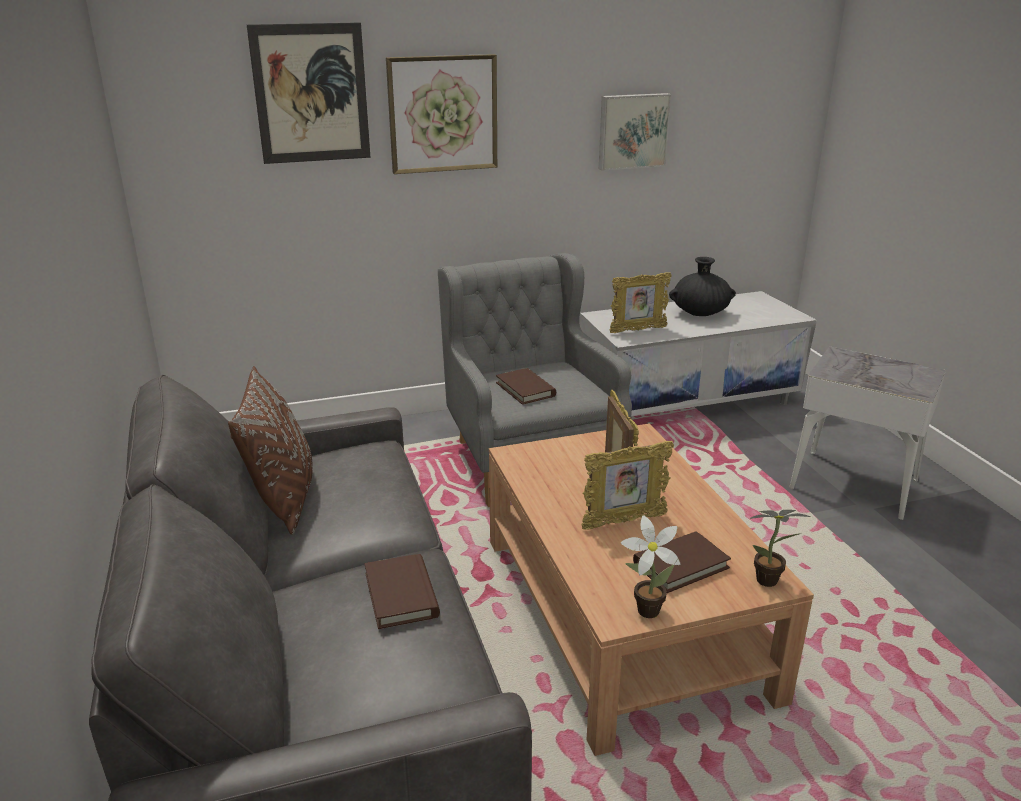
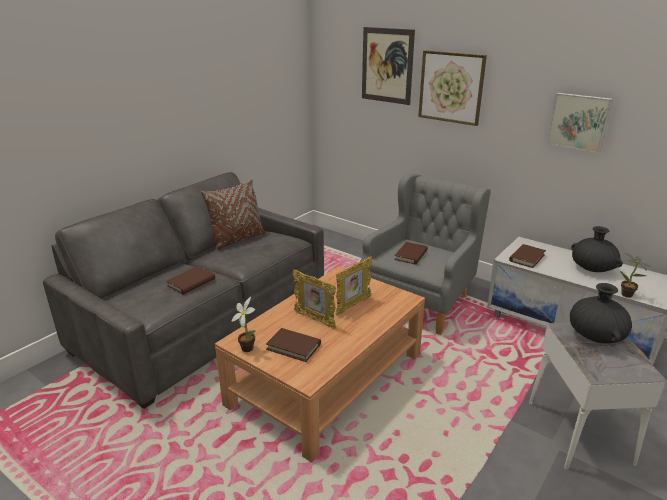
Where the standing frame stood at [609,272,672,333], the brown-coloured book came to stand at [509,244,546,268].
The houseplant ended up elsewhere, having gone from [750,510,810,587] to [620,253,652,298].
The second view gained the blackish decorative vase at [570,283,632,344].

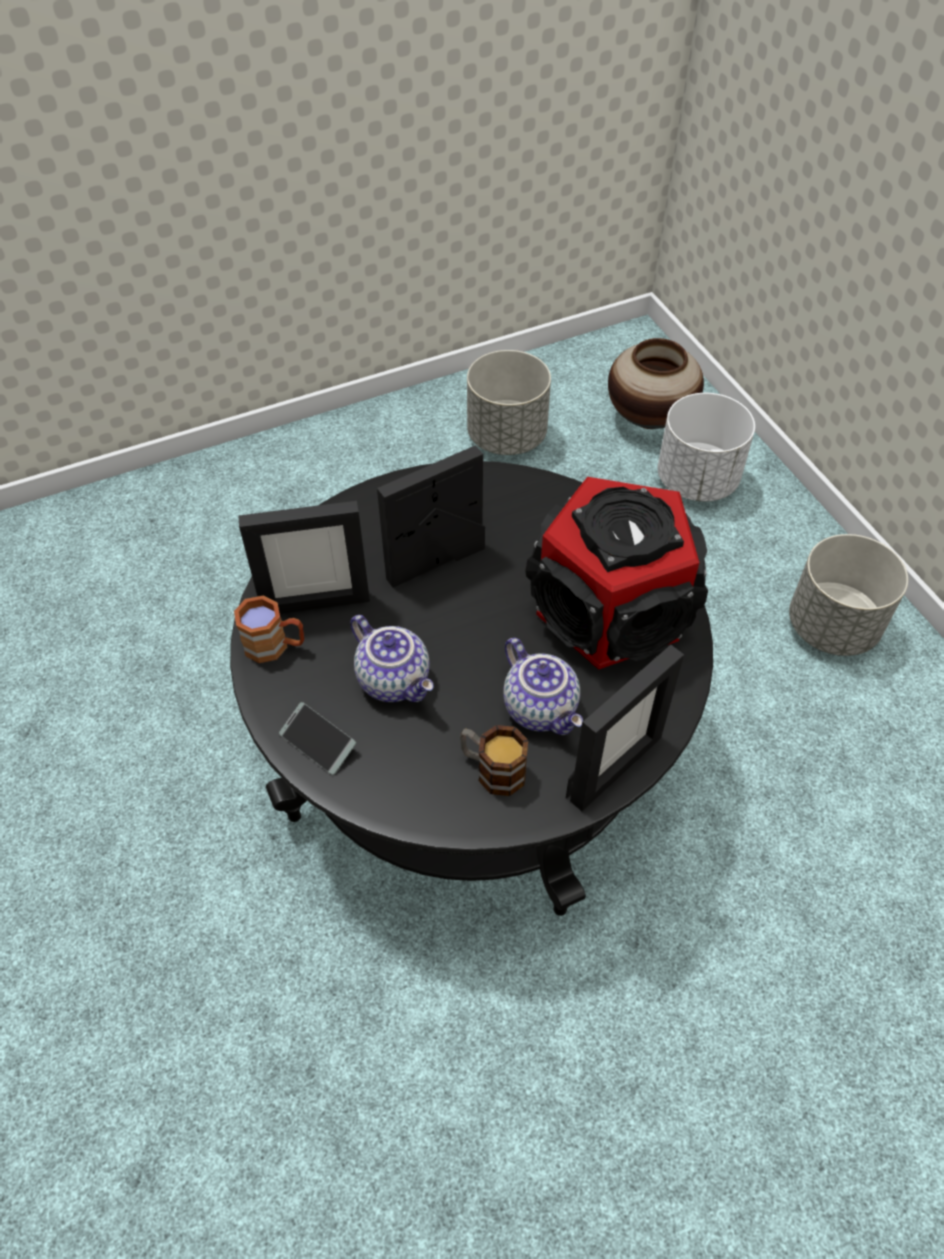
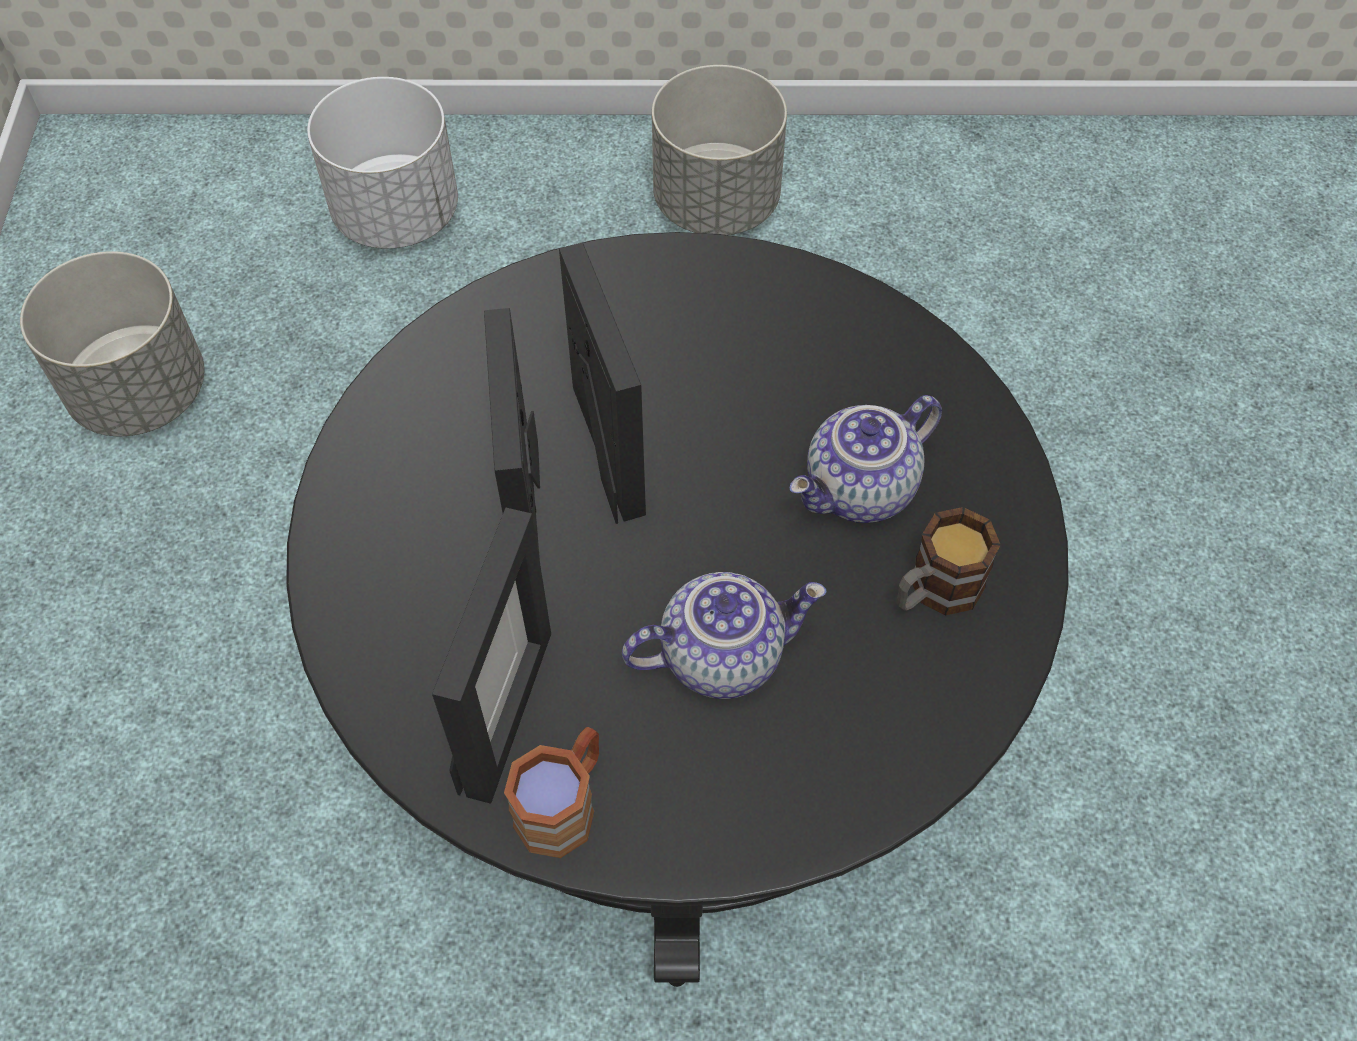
The second view lost the decorative vase at [608,338,704,429].
The second view lost the loudspeaker at [525,477,708,670].
The pot for tea at [503,638,583,735] ended up facing another way, 150 degrees clockwise from before.
The standing frame ended up elsewhere, having gone from [566,645,684,811] to [559,243,646,524].
The second view lost the handset at [279,702,356,775].

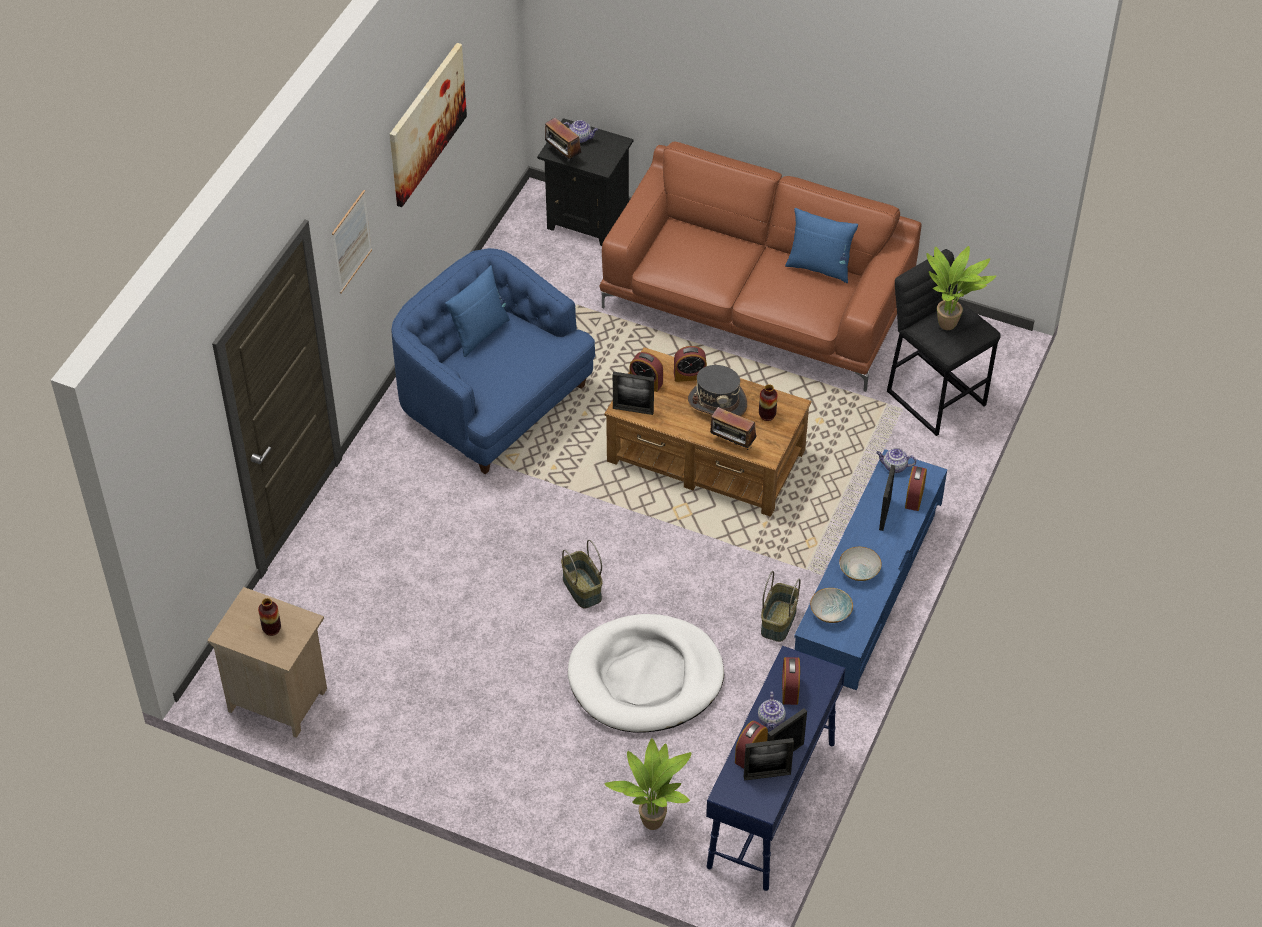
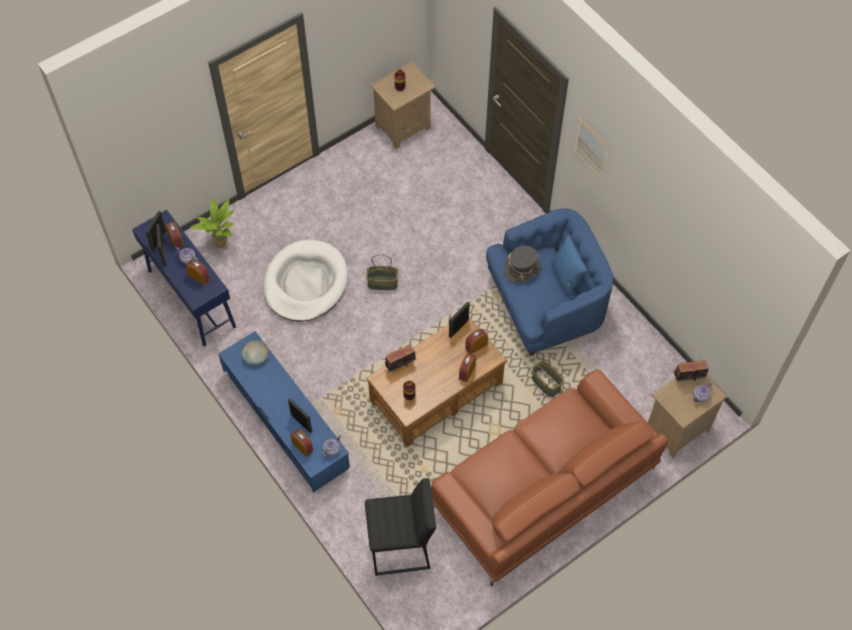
The second view lost the wall art at [390,43,467,207].
What was the blackish bedside table at [537,118,633,246] turned into the beige-coloured bedside table at [648,376,727,458].
The second view lost the bluish pillow at [785,208,858,283].
The second view lost the houseplant at [926,246,996,330].
The greyish clothing hat ended up elsewhere, having gone from [688,365,747,416] to [504,246,541,283].
The second view lost the deep dish at [839,547,882,581].
The basket ended up elsewhere, having gone from [761,571,801,642] to [532,356,563,397].

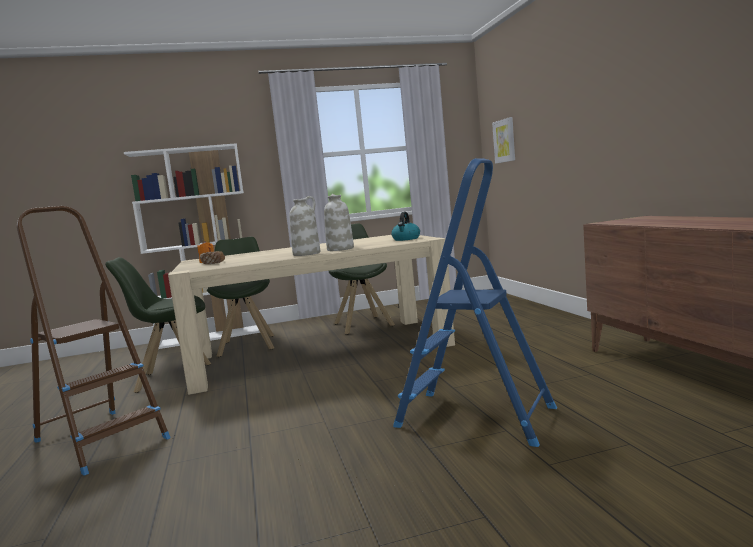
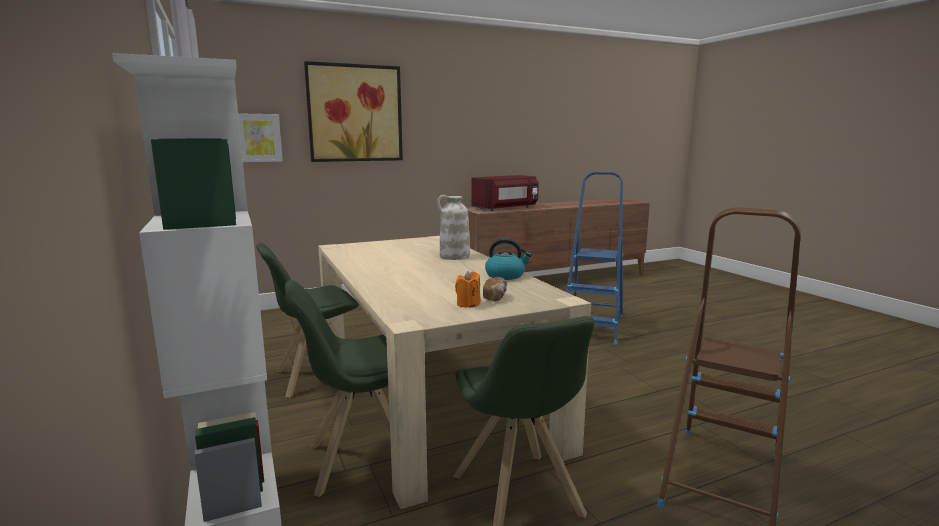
The second view lost the white-coloured decorative vase at [289,196,320,256].
The water kettle ended up elsewhere, having gone from [391,212,420,241] to [485,238,531,280].
The second view gained the wall art at [304,61,403,162].
The second view gained the red microwave at [471,175,539,211].

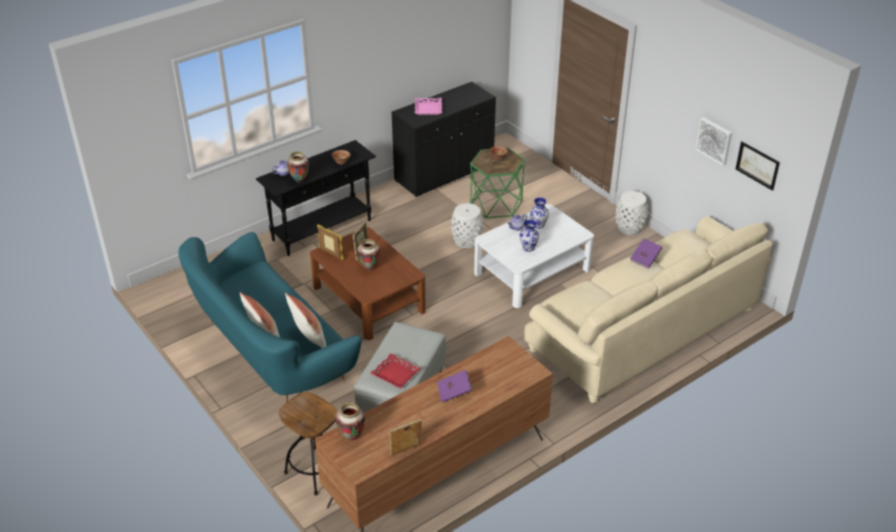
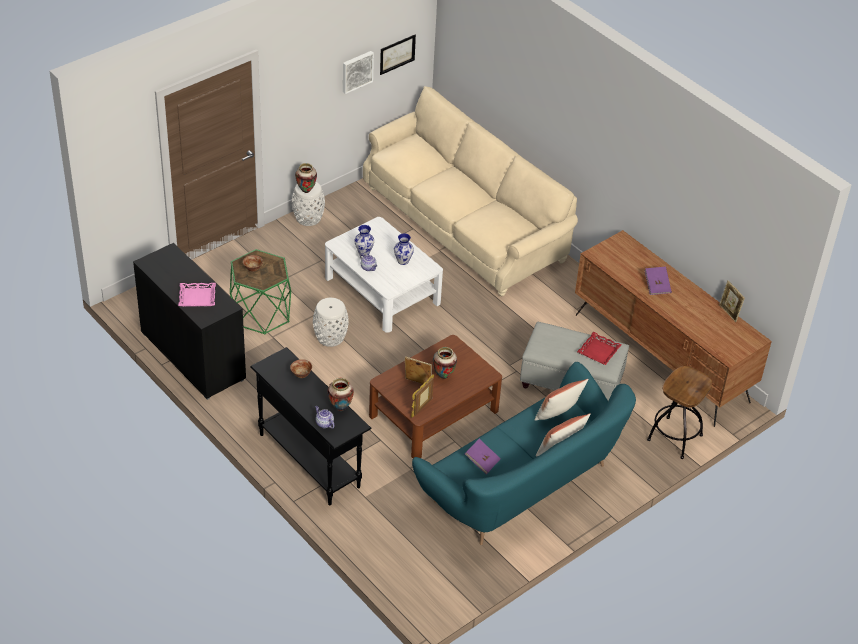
The purple-coloured book ended up elsewhere, having gone from [630,238,663,269] to [465,439,501,474].
The decorative vase ended up elsewhere, having gone from [336,403,365,441] to [295,163,317,193].

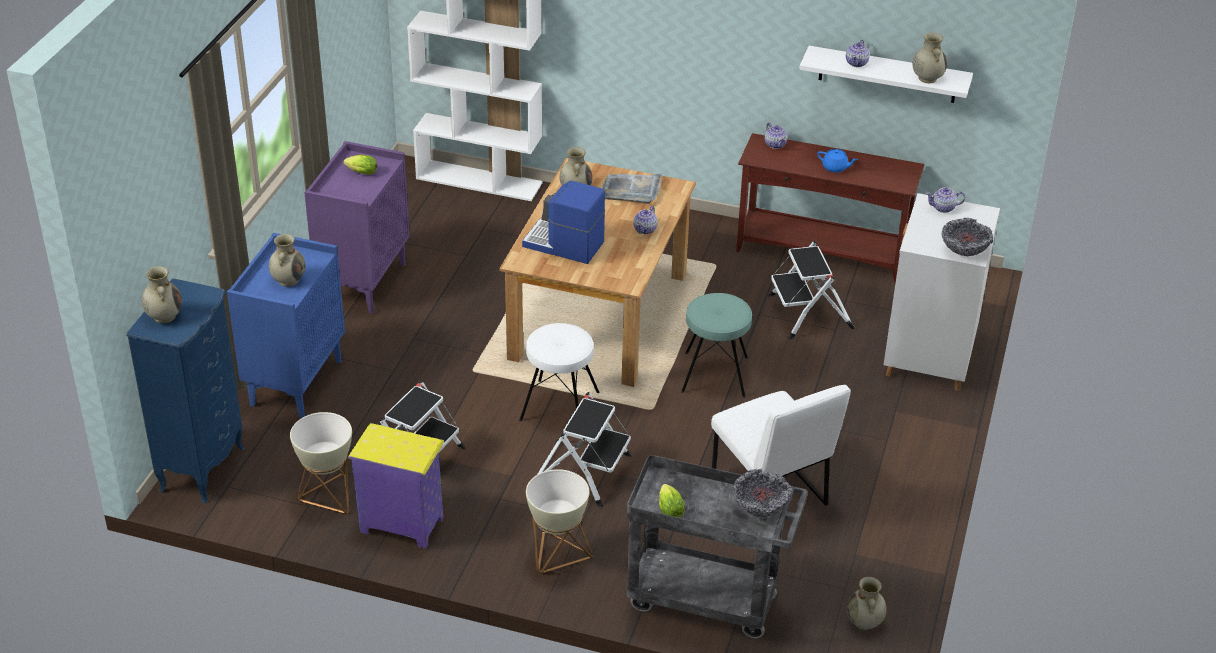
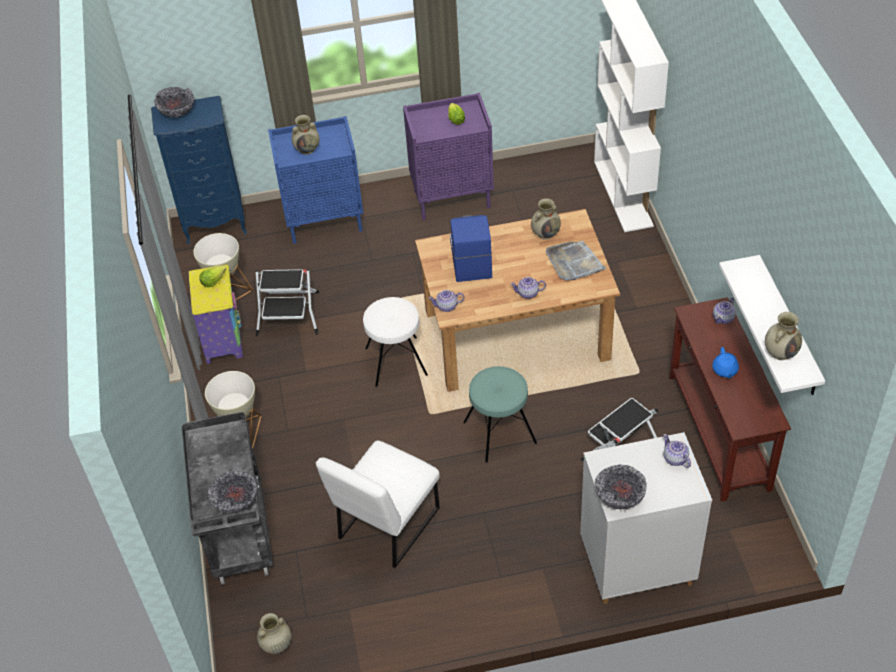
The pot for tea ended up elsewhere, having gone from [846,40,870,67] to [428,290,465,312].
Where the beige-coloured decorative vase stood at [142,267,182,323], the deep dish came to stand at [154,87,194,117].
The second view lost the step stool at [537,392,632,507].
The lettuce head ended up elsewhere, having gone from [659,484,685,517] to [199,265,226,287].

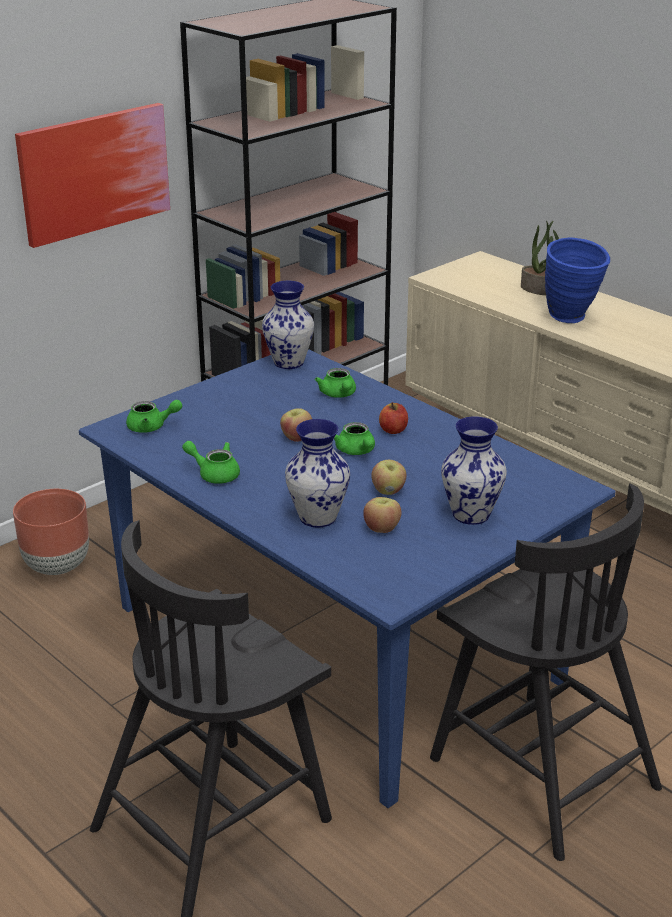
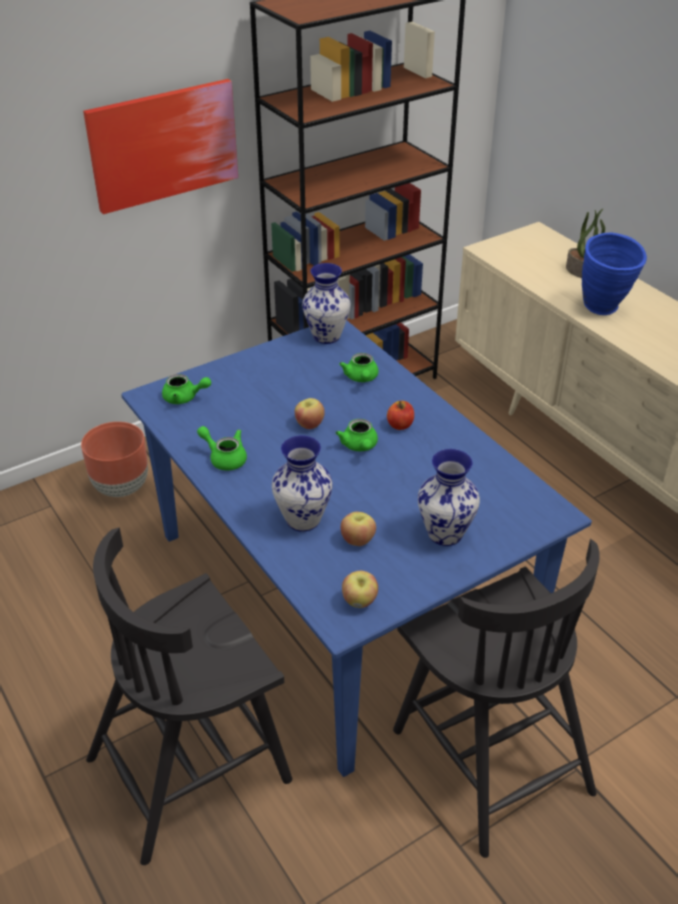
The apple ended up elsewhere, having gone from [371,460,406,495] to [342,571,378,608].

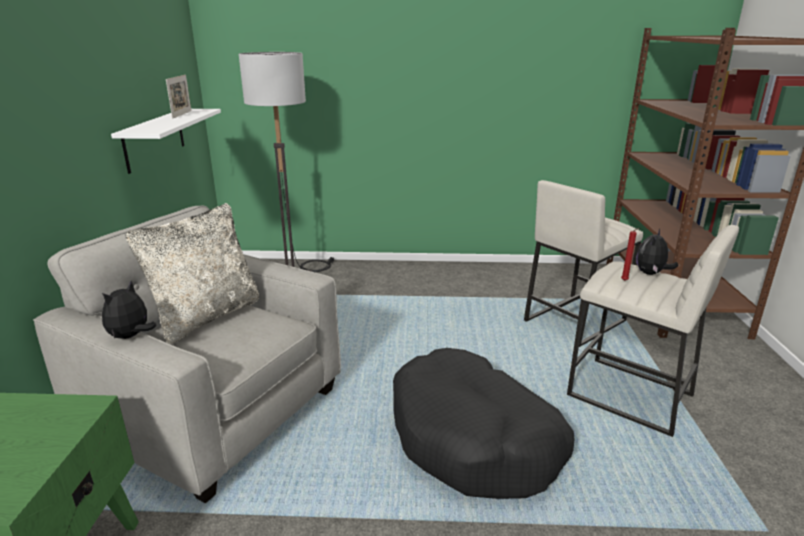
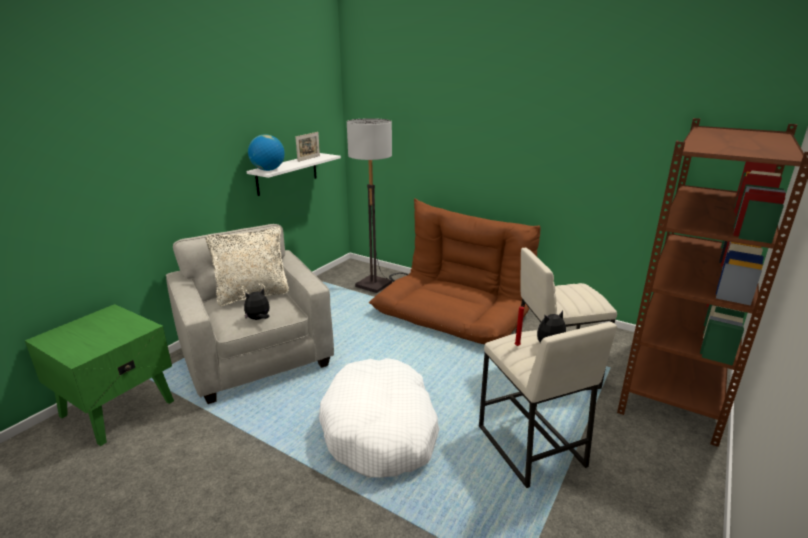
The soft toy ended up elsewhere, having gone from [102,281,156,339] to [244,288,270,320].
What was the blackish dog cushion at [393,348,574,499] turned into the white-coloured dog cushion at [319,358,439,478].
The second view gained the desk globe at [248,134,285,171].
The second view gained the brown-coloured settee at [369,198,541,344].

